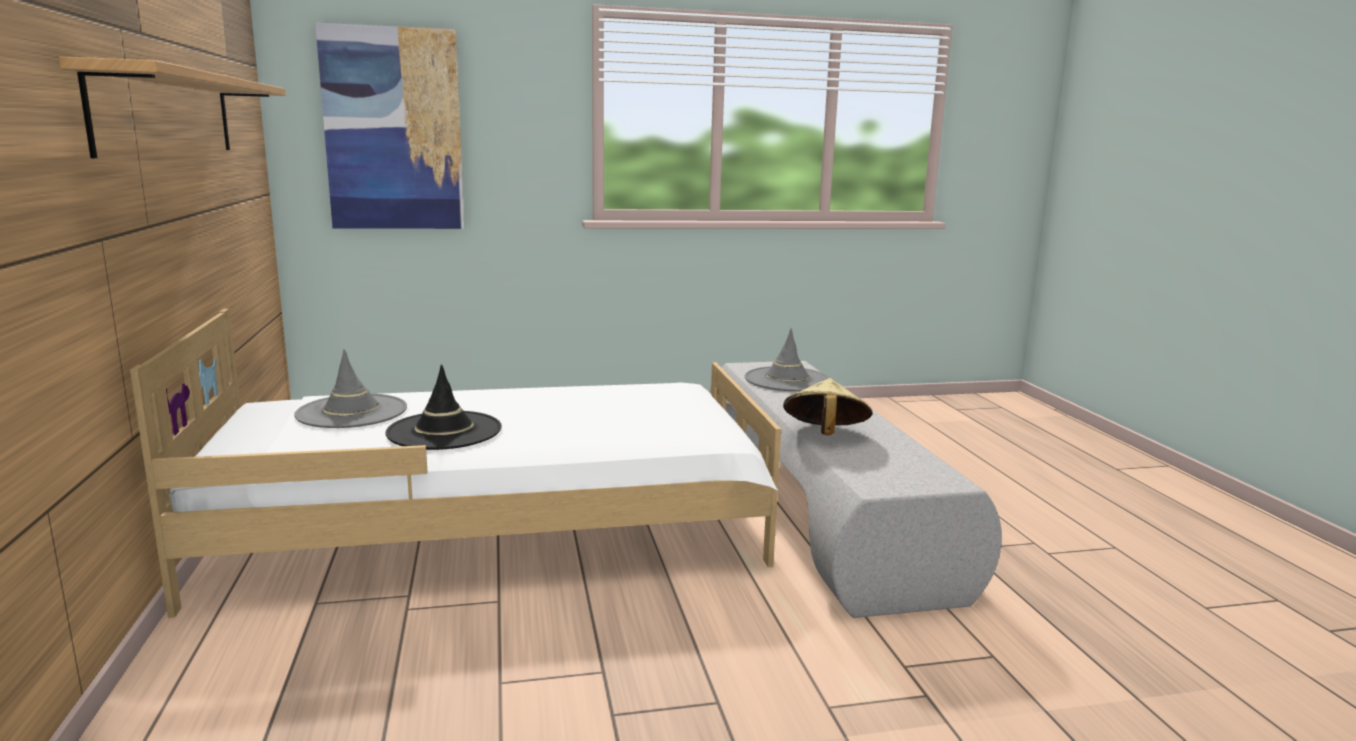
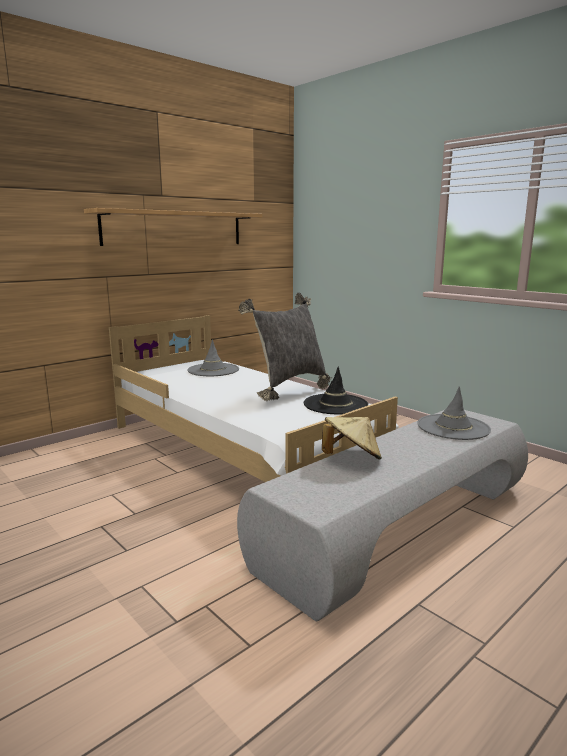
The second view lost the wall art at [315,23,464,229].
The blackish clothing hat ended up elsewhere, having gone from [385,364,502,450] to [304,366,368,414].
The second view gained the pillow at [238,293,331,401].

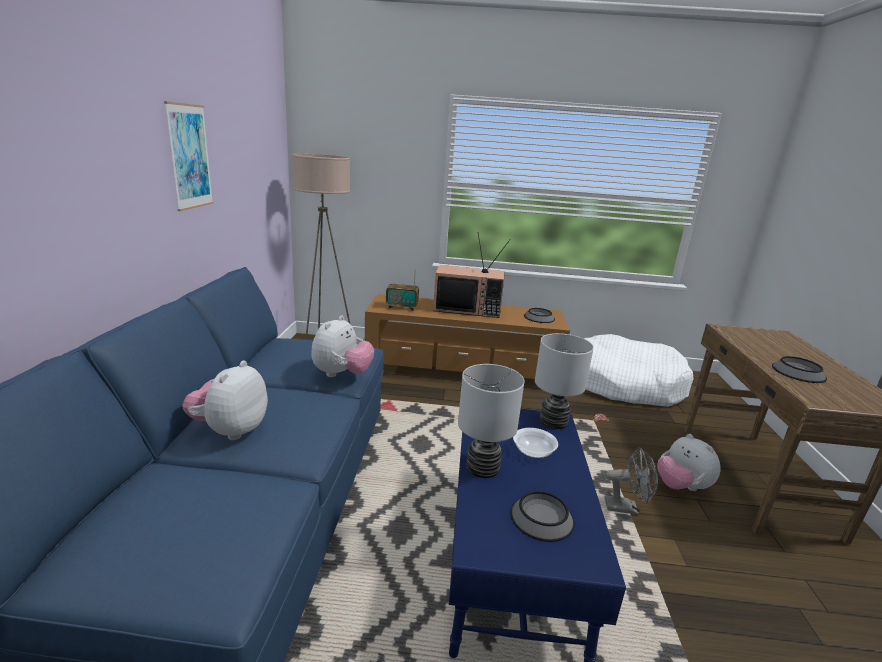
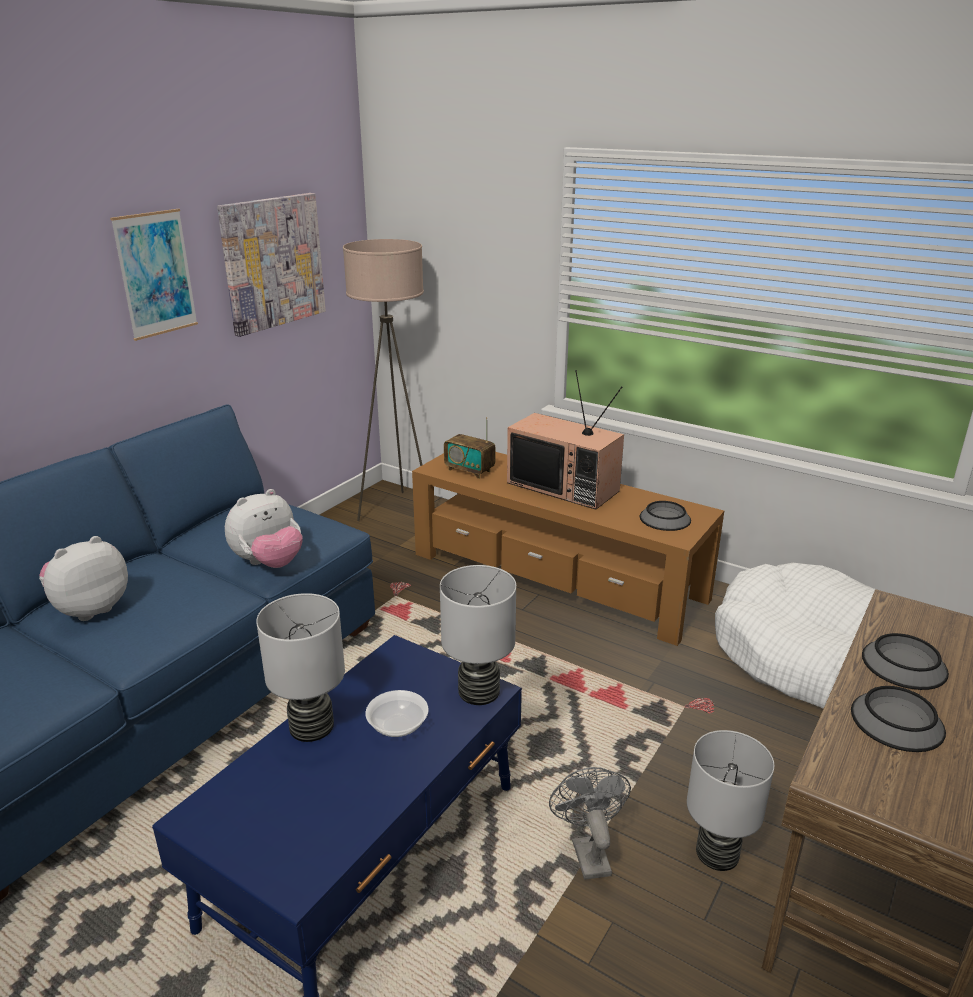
Where the soft toy stood at [657,434,721,491], the greyish table lamp came to stand at [687,730,774,871].
The greyish cooling fan at [605,448,658,515] ended up facing another way, 135 degrees counterclockwise from before.
The deep dish ended up elsewhere, having gone from [510,491,574,542] to [862,633,949,690].
The second view gained the wall art at [217,193,326,337].

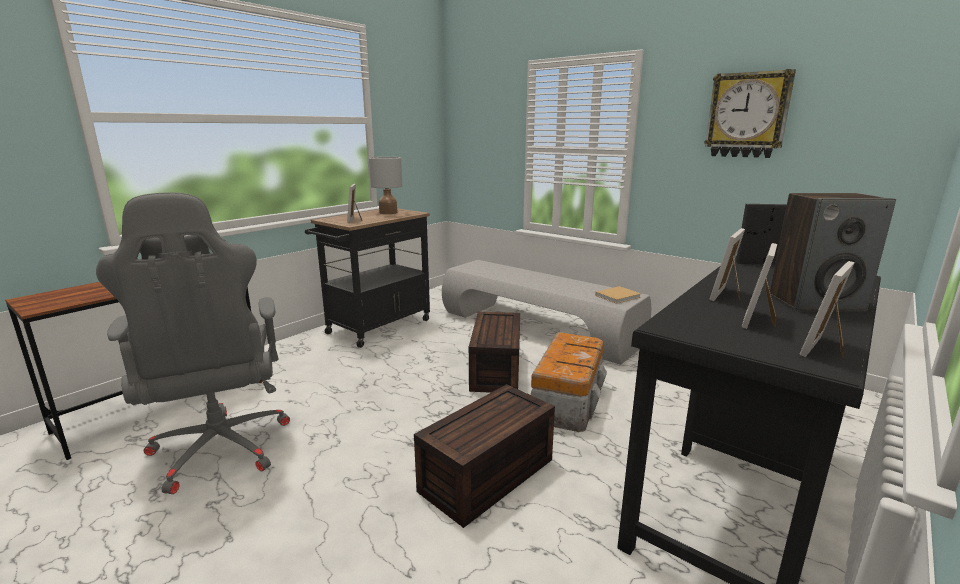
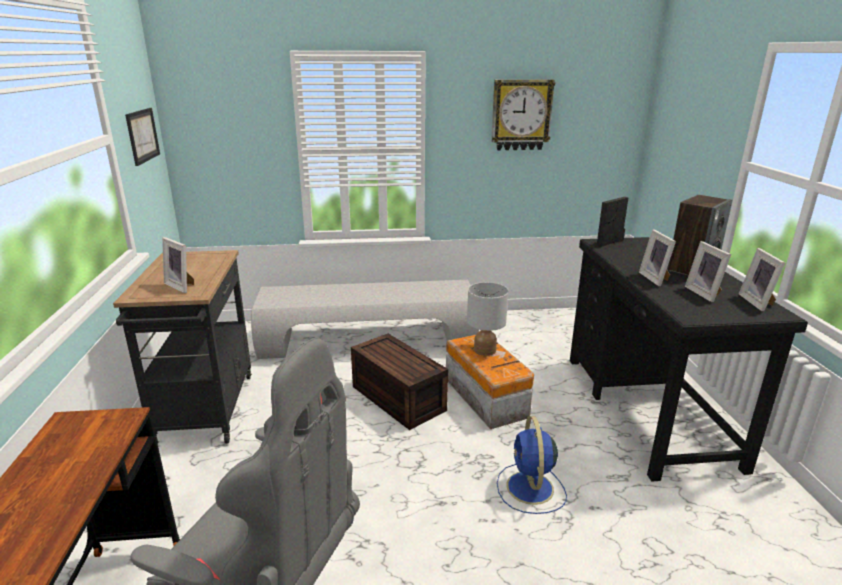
The greyish table lamp ended up elsewhere, having gone from [369,157,402,214] to [467,282,508,356].
The second view lost the beige-coloured book at [595,286,641,304].
Where the brown-coloured storage bin stood at [414,384,555,528], the bluish cooling fan came to stand at [497,416,567,514].
The second view gained the wall art at [125,108,160,166].

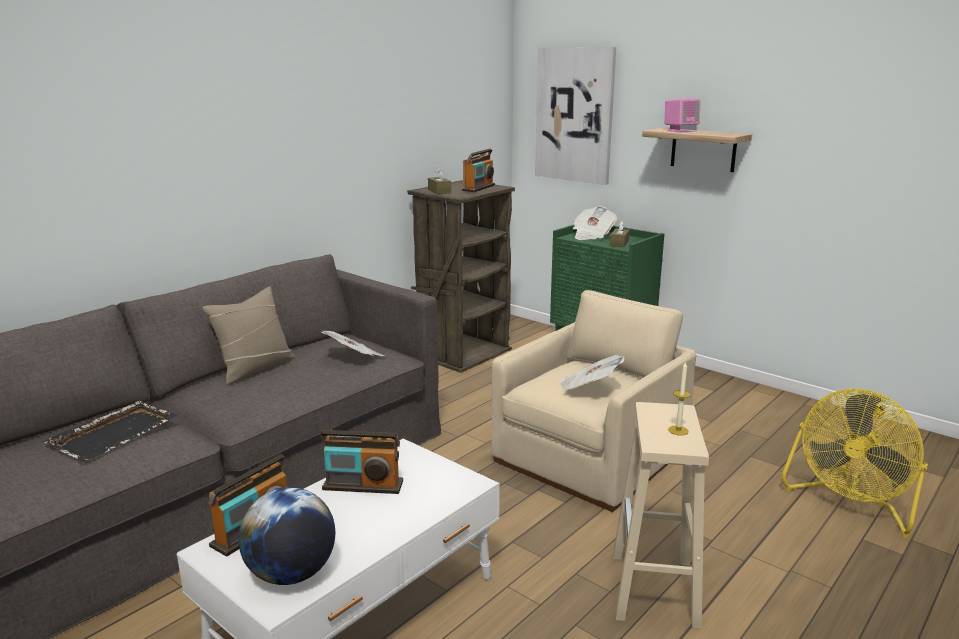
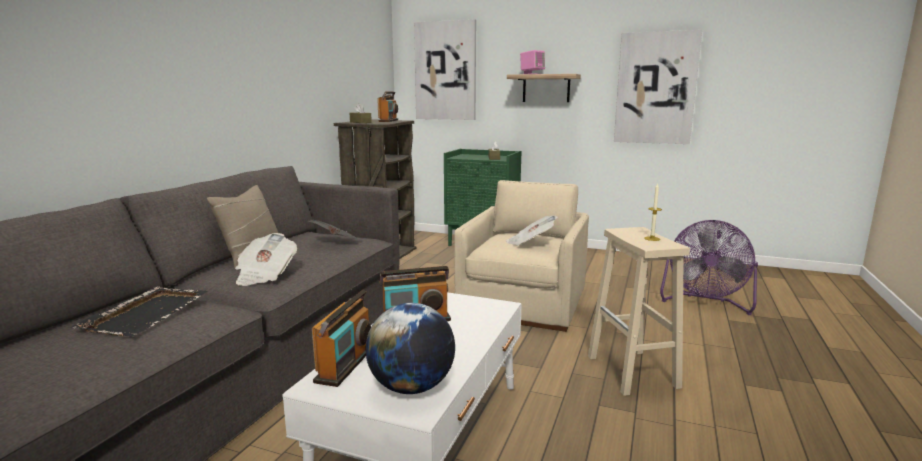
The newspaper ended up elsewhere, having gone from [573,206,617,240] to [235,233,297,286].
What was the yellow-coloured cooling fan at [782,389,928,538] turned into the purple-coloured cooling fan at [660,220,758,315].
The second view gained the wall art at [614,30,702,144].

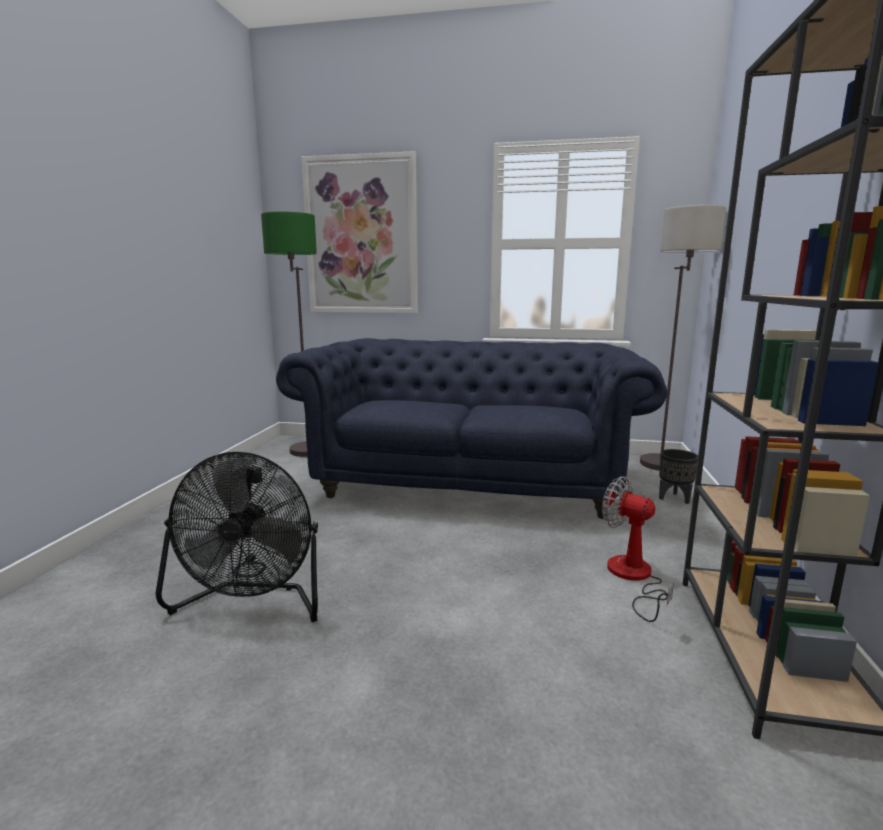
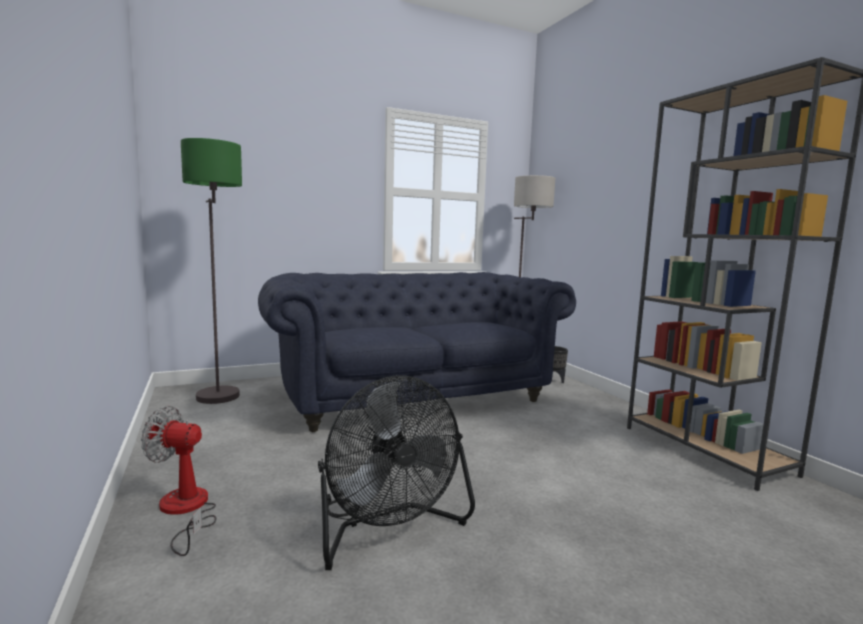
The second view lost the wall art at [301,151,418,313].
The cooling fan ended up elsewhere, having gone from [602,476,674,622] to [141,406,216,556].

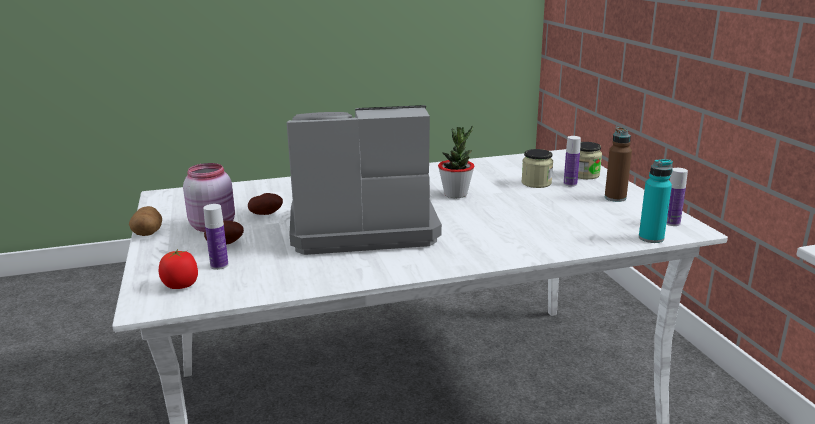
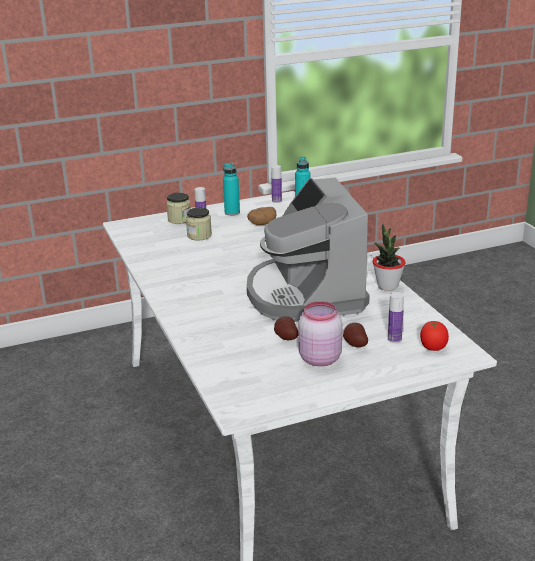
The houseplant ended up elsewhere, having gone from [438,125,475,198] to [373,223,406,291].
What was the brown-coloured bottle at [605,127,632,202] turned into the turquoise bottle at [223,163,240,216].
The potato ended up elsewhere, having gone from [129,206,162,236] to [247,207,276,225].

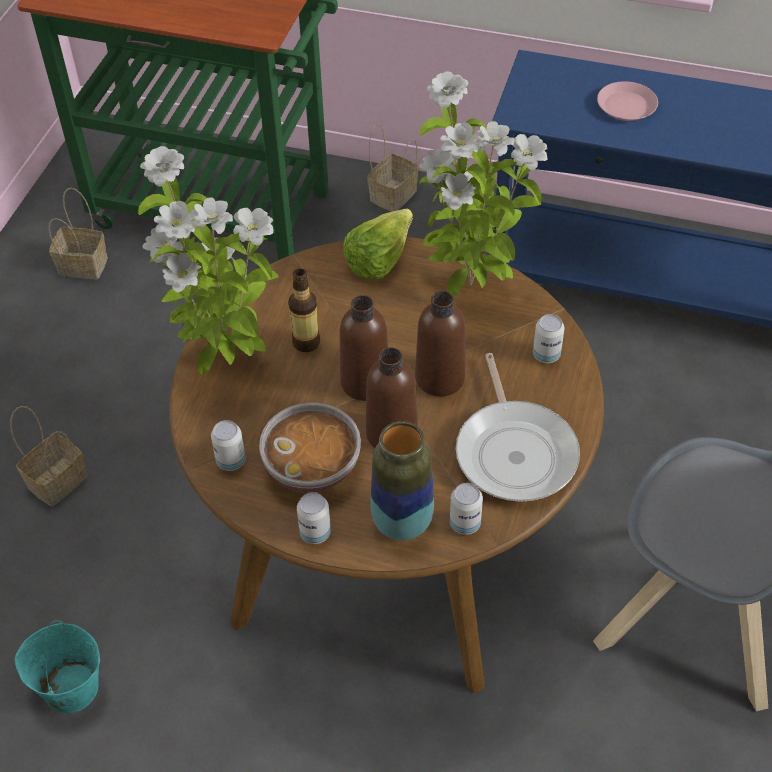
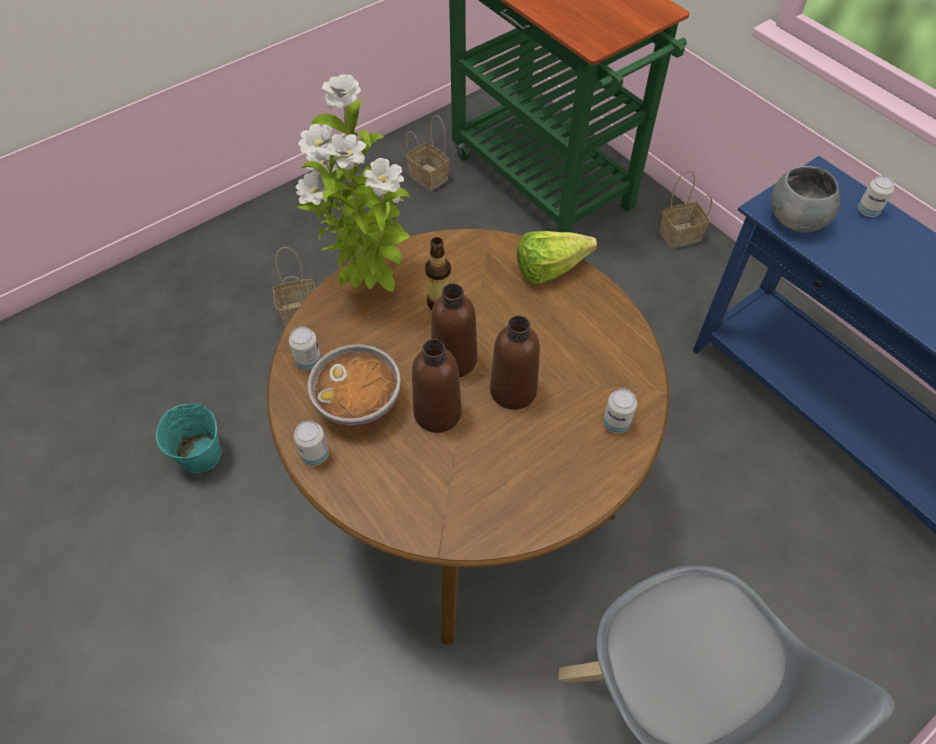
The second view lost the houseplant at [418,71,547,296].
The second view lost the pinkish plate at [597,81,658,121].
The second view lost the pan at [456,353,580,502].
The second view lost the decorative vase at [370,421,434,540].
The sealed can ended up elsewhere, having gone from [450,483,483,535] to [858,175,894,217].
The second view gained the greyish deep dish at [771,166,840,232].

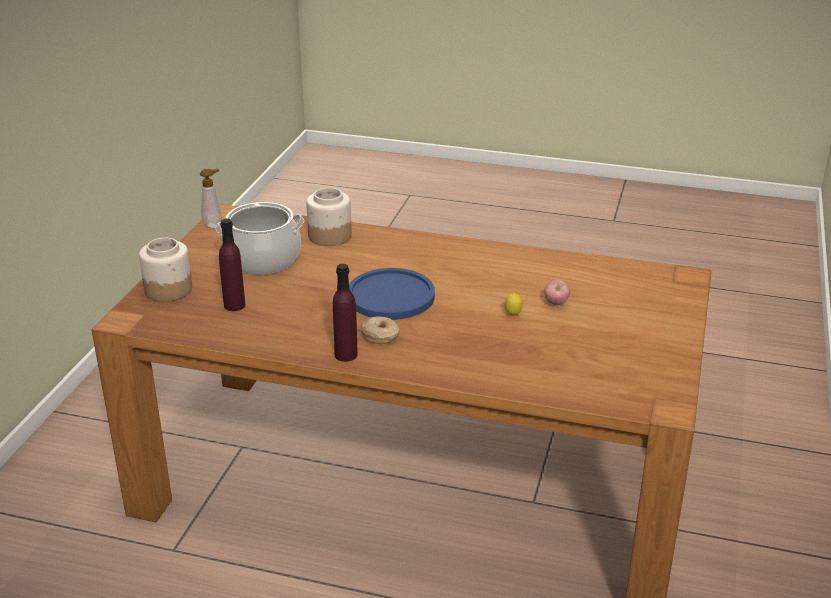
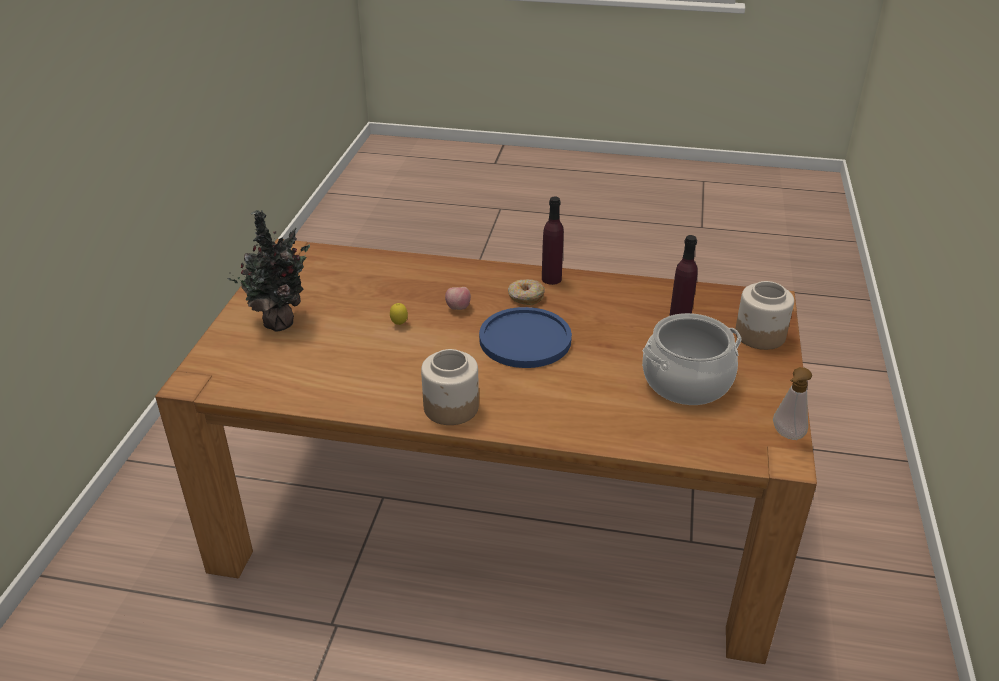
The preserve jar ended up elsewhere, having gone from [306,188,352,246] to [421,349,479,425].
The apple ended up elsewhere, having gone from [544,280,570,305] to [445,287,471,310].
The second view gained the houseplant at [228,210,310,332].

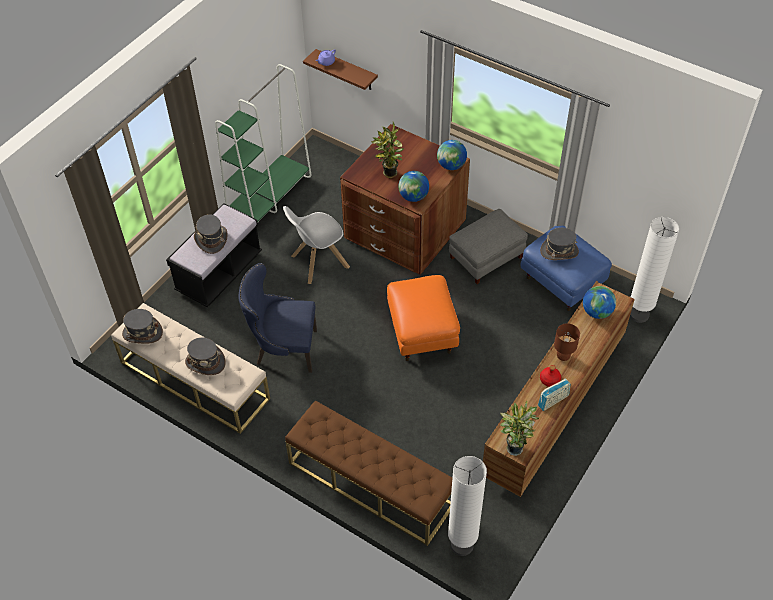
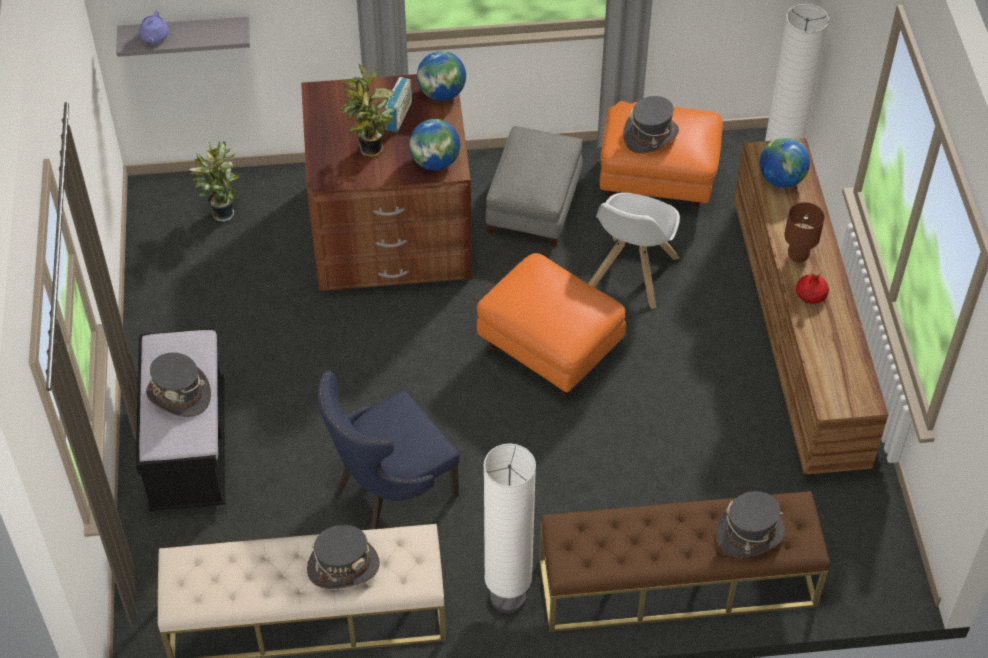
What was the brown-coloured shelf at [303,49,378,90] turned into the greyish shelf at [116,17,250,57].
The second view lost the greenish garment rack at [215,64,311,222].
The plain chair ended up elsewhere, having gone from [283,206,350,284] to [588,193,680,309].
What was the bluish ottoman at [521,226,612,311] turned into the orange ottoman at [600,101,723,212].
The greyish clothing hat ended up elsewhere, having gone from [122,309,163,344] to [716,491,785,558].
The radio ended up elsewhere, having gone from [538,378,571,411] to [385,77,412,132].
The houseplant ended up elsewhere, having gone from [500,401,541,456] to [189,141,241,222].
The white-coloured standing lamp ended up elsewhere, having gone from [448,456,487,556] to [483,443,536,614].

